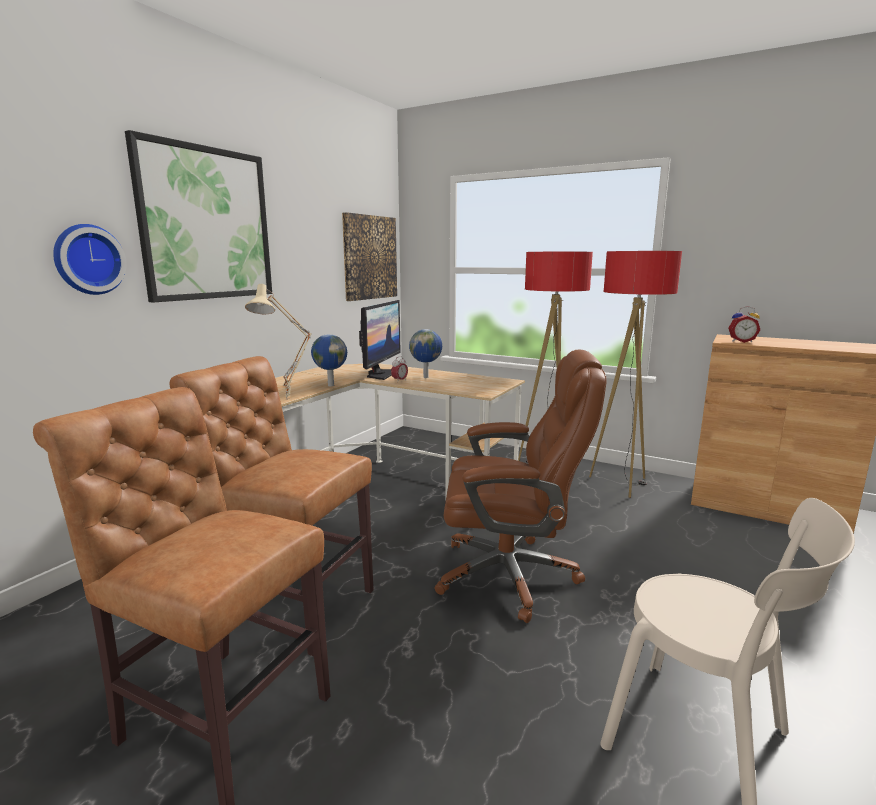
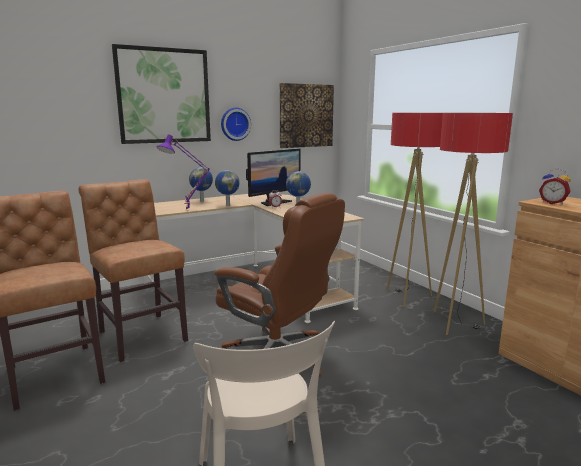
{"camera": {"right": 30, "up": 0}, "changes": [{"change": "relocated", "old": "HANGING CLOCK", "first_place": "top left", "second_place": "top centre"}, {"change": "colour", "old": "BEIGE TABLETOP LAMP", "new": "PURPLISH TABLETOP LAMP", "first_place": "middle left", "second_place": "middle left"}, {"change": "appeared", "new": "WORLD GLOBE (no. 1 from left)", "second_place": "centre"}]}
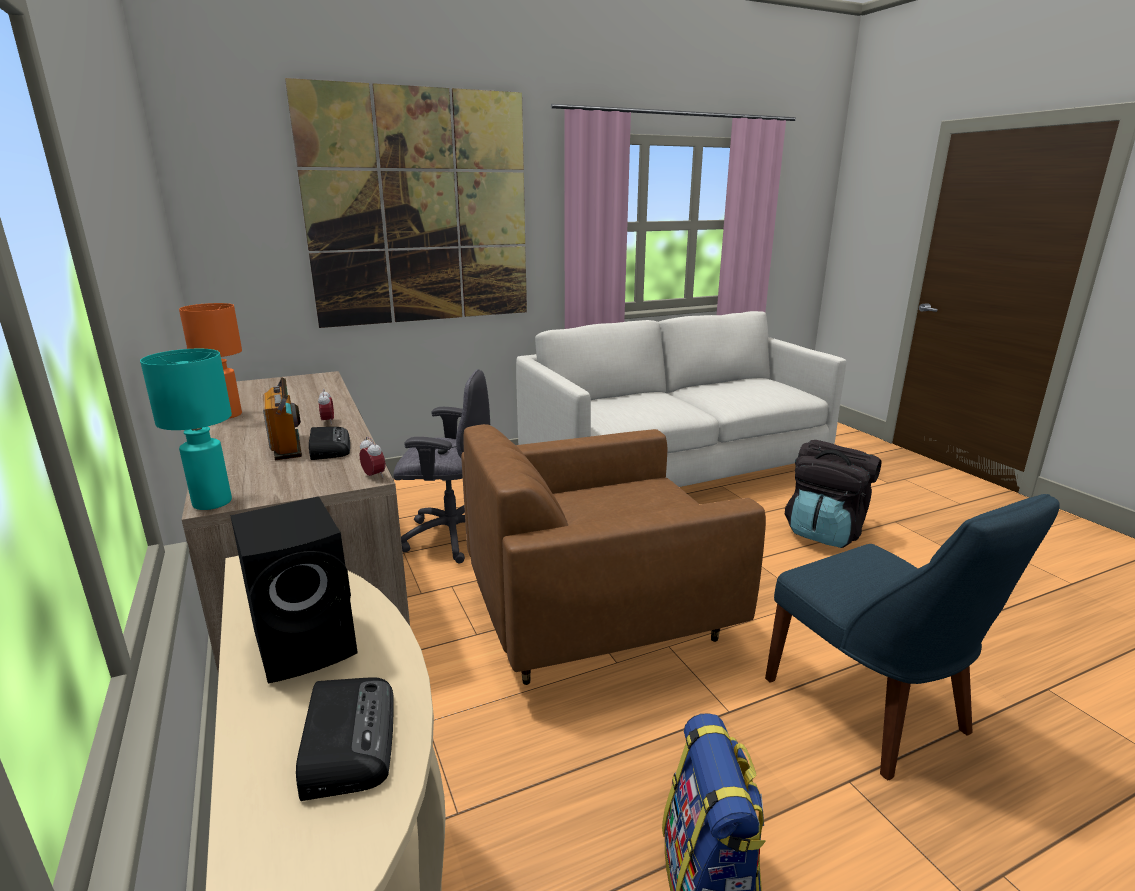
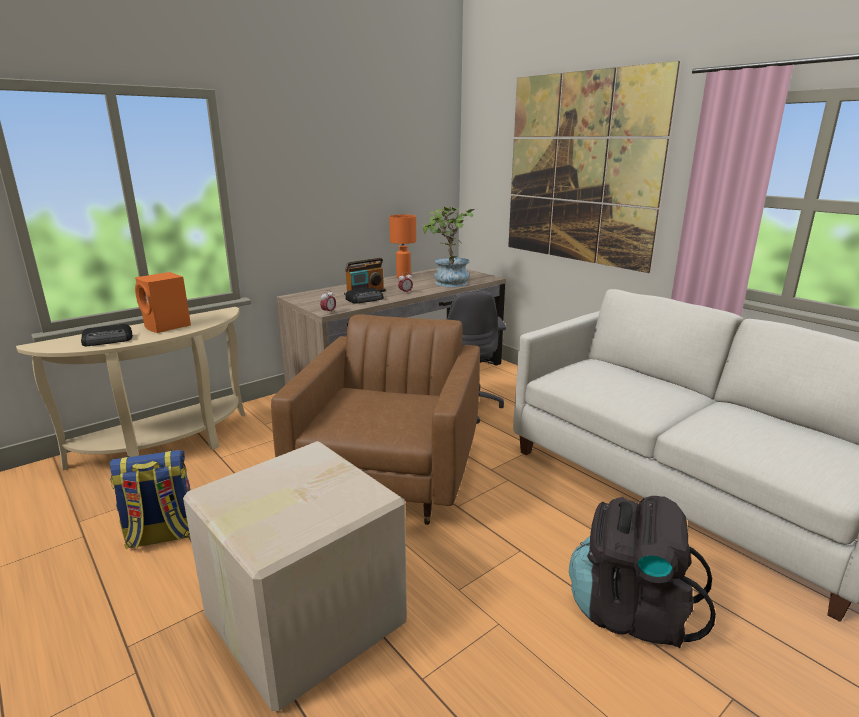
{"camera": {"right": 75, "up": 0}, "changes": [{"change": "missing", "old": "BLUE-GREEN TABLETOP LAMP", "first_place": "middle left"}, {"change": "spun", "old": "BROWN-COLOURED ARMCHAIR", "first_place": "centre", "second_place": "centre", "degrees": 45}, {"change": "exchanged", "old": "BLUISH PLAIN CHAIR", "new": "CARDBOARD BOX", "first_place": "bottom right", "second_place": "bottom centre"}, {"change": "colour", "old": "BLACK-COLOURED LOUDSPEAKER", "new": "ORANGE LOUDSPEAKER", "first_place": "middle left", "second_place": "middle left"}, {"change": "appeared", "new": "HOUSEPLANT", "second_place": "centre"}]}
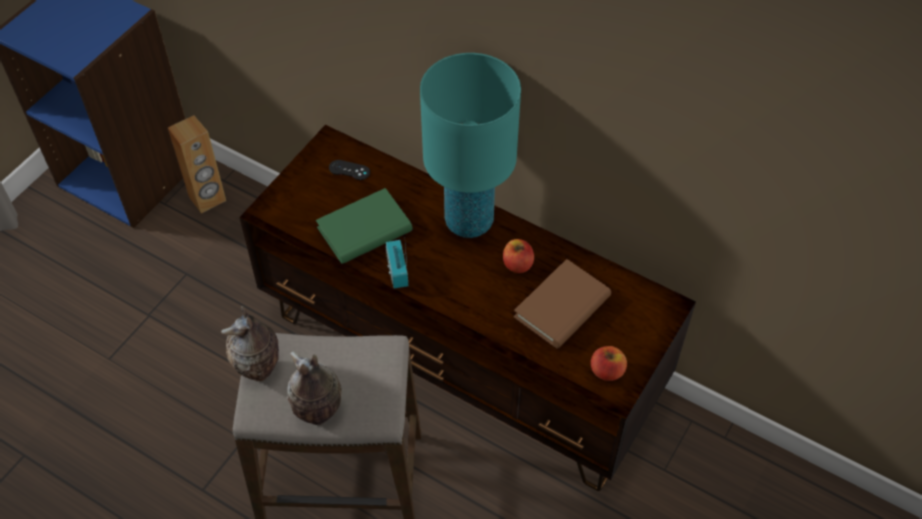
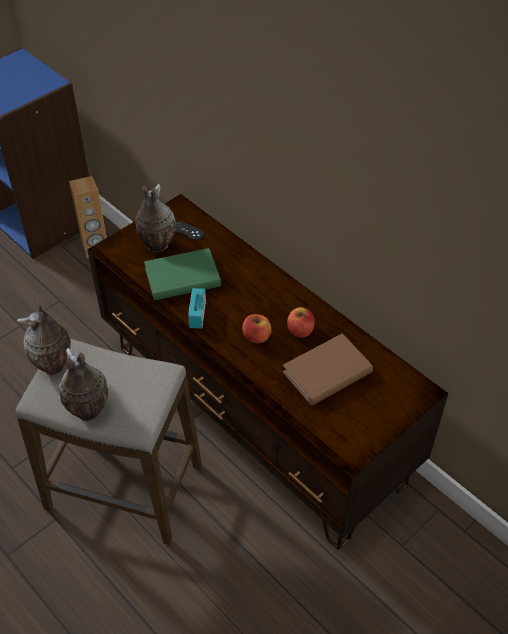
{"camera": {"right": 15, "up": -5}, "changes": [{"change": "missing", "old": "BLUE-GREEN TABLETOP LAMP", "first_place": "top centre"}, {"change": "relocated", "old": "WHOLE APPLE (no. 2 from left in the first image)", "new": "WHOLE APPLE (no. 1 from left)", "first_place": "bottom centre", "second_place": "centre"}, {"change": "appeared", "new": "FLOWER VASE (no. 3 from left)", "second_place": "middle left"}]}
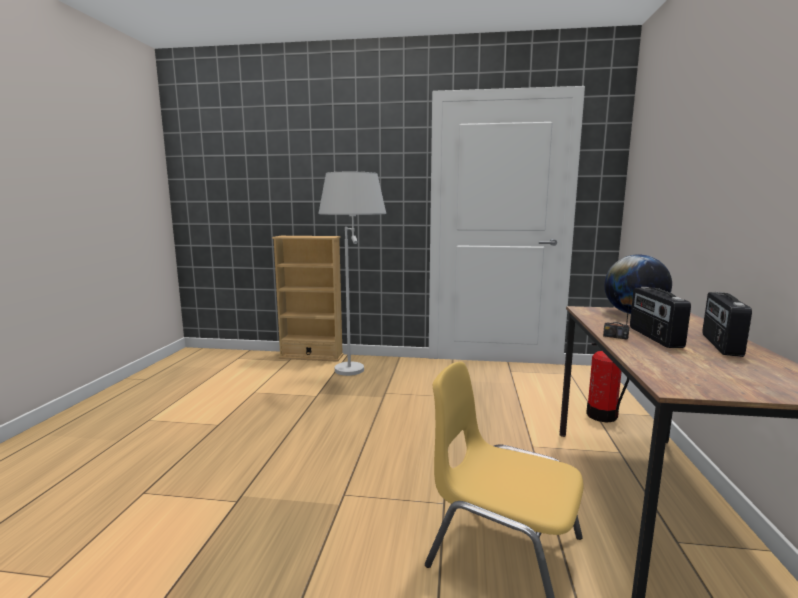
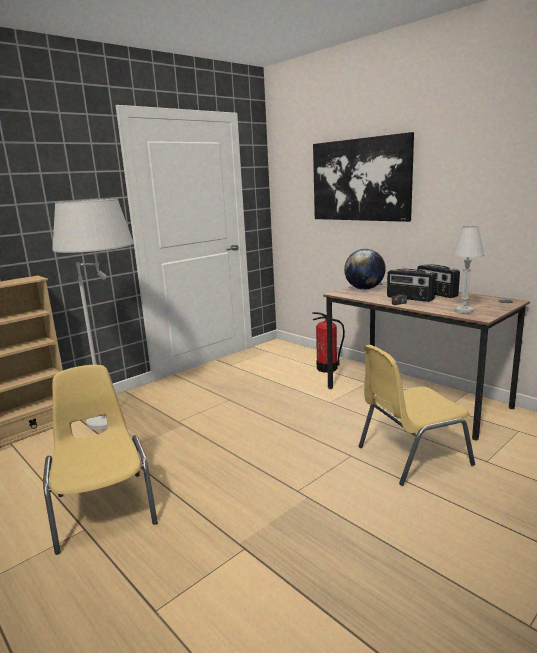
{"camera": {"right": -50, "up": 5}, "changes": [{"change": "appeared", "new": "WALL ART", "second_place": "top right"}, {"change": "appeared", "new": "WHITISH TABLETOP LAMP", "second_place": "middle right"}, {"change": "appeared", "new": "YELLOW-COLOURED PLAIN CHAIR (no. 1 from left)", "second_place": "bottom left"}]}
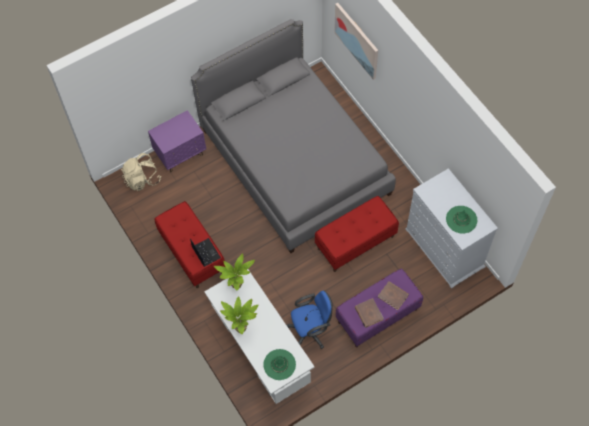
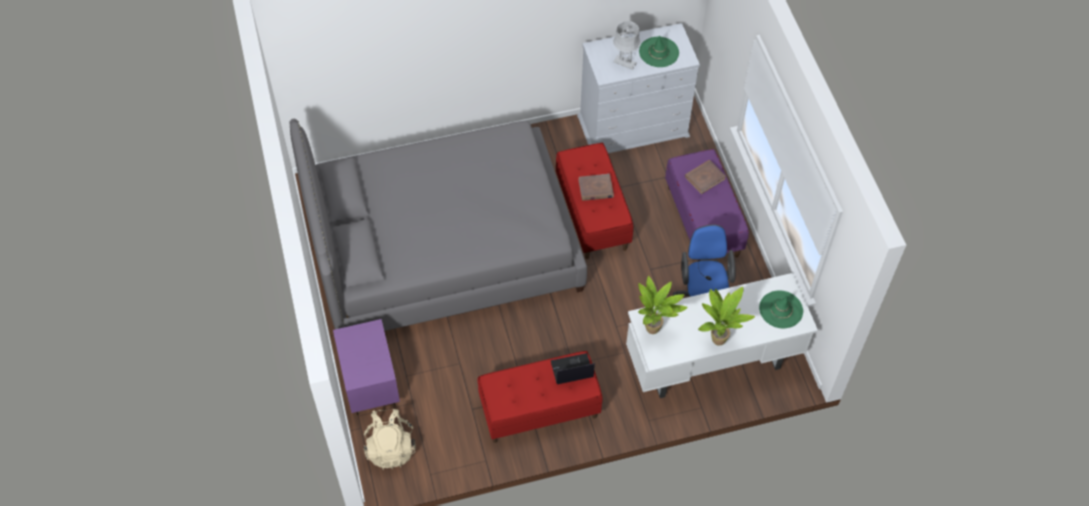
{"camera": {"right": -75, "up": -5}, "changes": [{"change": "missing", "old": "WALL ART", "first_place": "top centre"}, {"change": "relocated", "old": "BROWN-COLOURED BOOK (no. 1 from left)", "first_place": "bottom centre", "second_place": "centre"}, {"change": "appeared", "new": "GREYISH TABLETOP LAMP", "second_place": "top centre"}]}
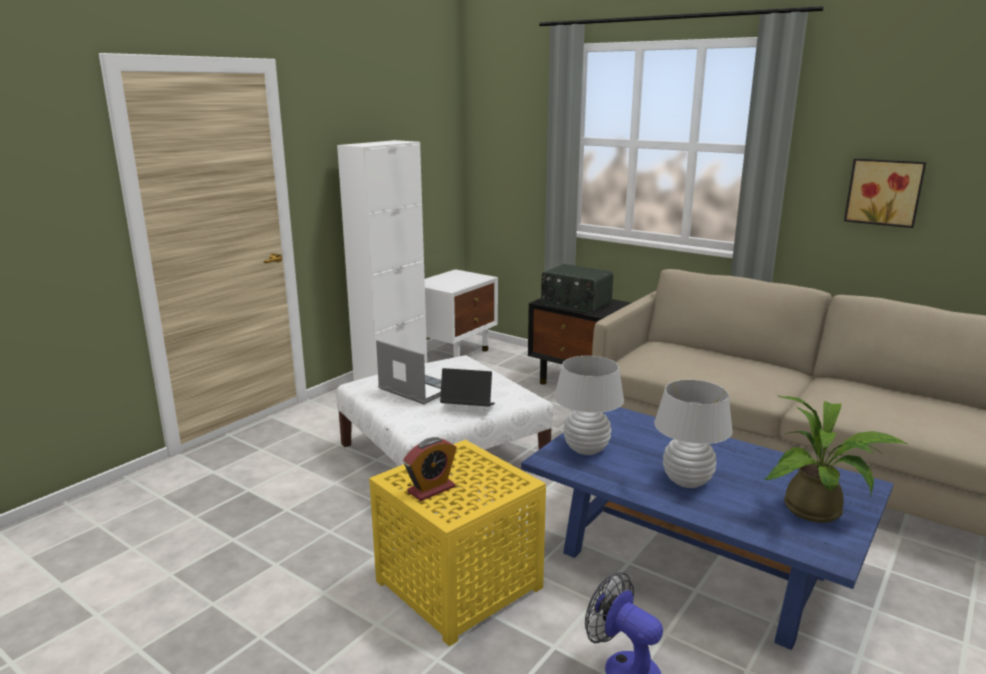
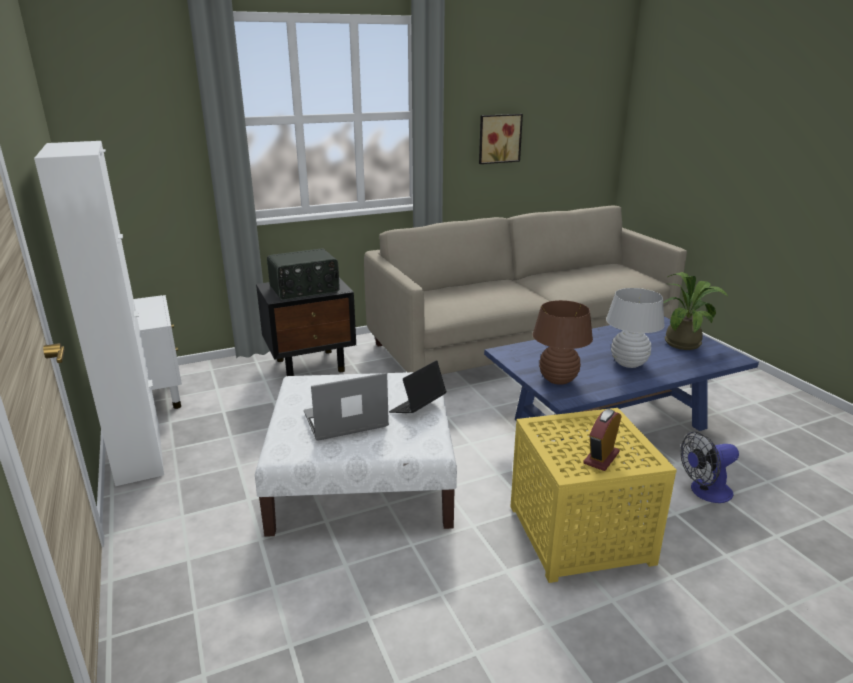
{"camera": {"right": -60, "up": 5}, "changes": [{"change": "colour", "old": "WHITISH TABLETOP LAMP (no. 1 from left)", "new": "BROWN-COLOURED TABLETOP LAMP", "first_place": "centre", "second_place": "centre"}, {"change": "spun", "old": "TABLE CLOCK", "first_place": "bottom centre", "second_place": "middle right", "degrees": -135}]}
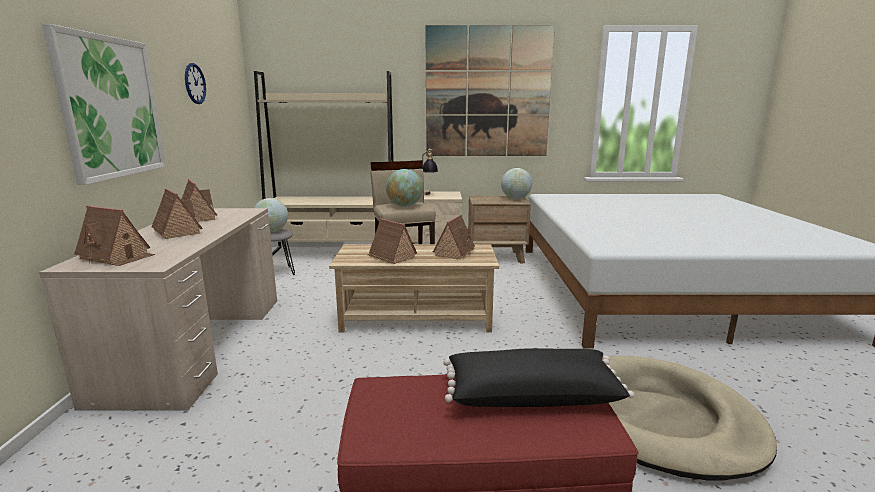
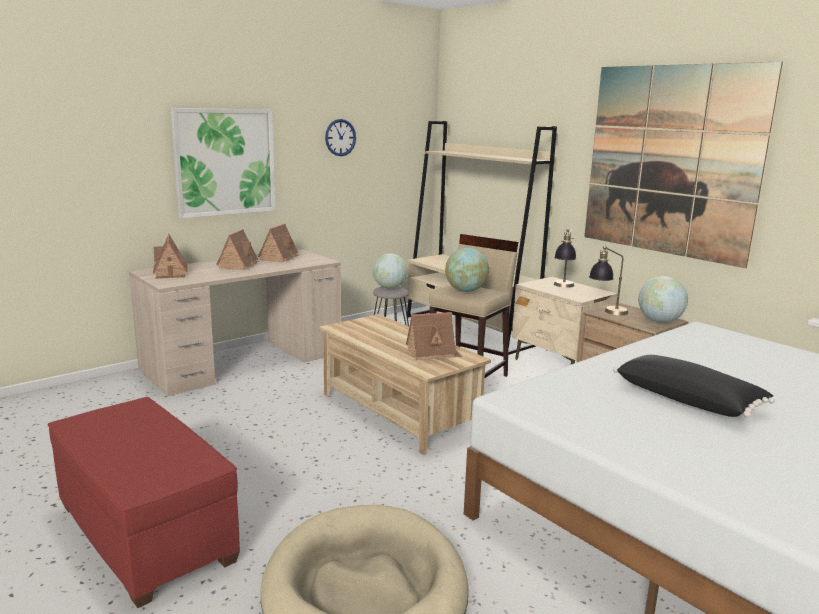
{"camera": {"right": 50, "up": 0}, "changes": [{"change": "missing", "old": "TOY HOUSE (no. 4 from left)", "first_place": "centre"}, {"change": "relocated", "old": "BLACK-COLOURED PILLOW", "first_place": "bottom centre", "second_place": "middle right"}, {"change": "appeared", "new": "TABLETOP LAMP (no. 2 from left)", "second_place": "middle right"}]}
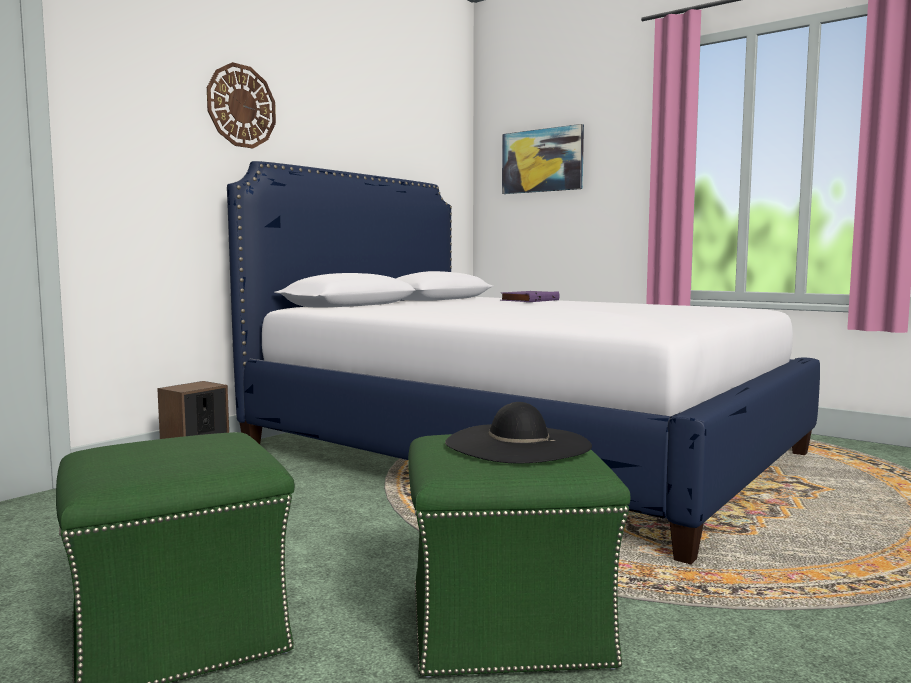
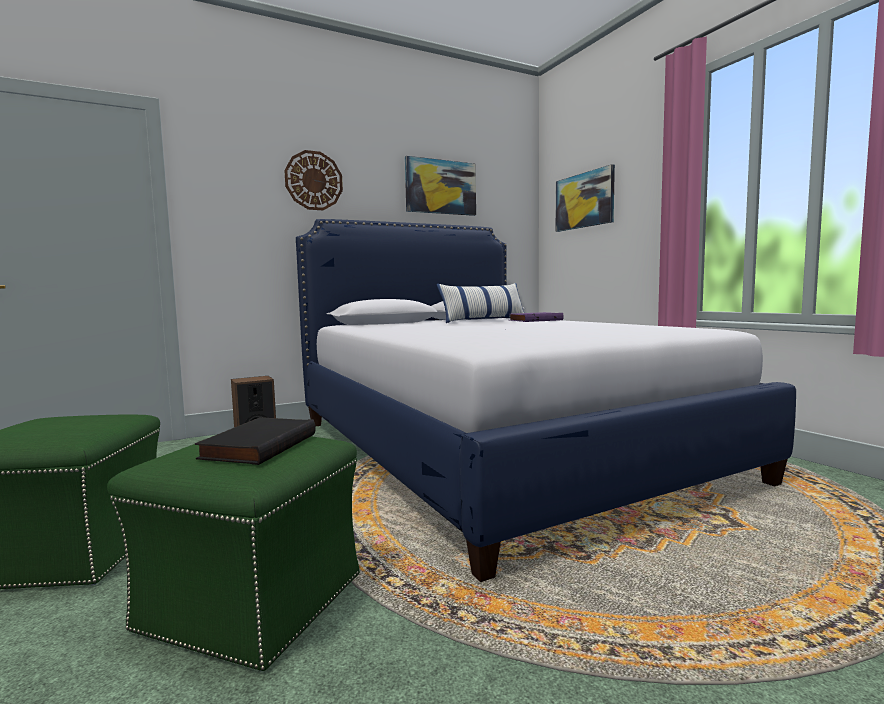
{"camera": {"right": 25, "up": 0}, "changes": [{"change": "exchanged", "old": "BLACK-COLOURED WEARABLE HAT", "new": "BLACK-COLOURED BOOK", "first_place": "centre", "second_place": "middle left"}, {"change": "appeared", "new": "WALL ART (no. 1 from left)", "second_place": "top centre"}, {"change": "appeared", "new": "PILLOW", "second_place": "centre"}]}
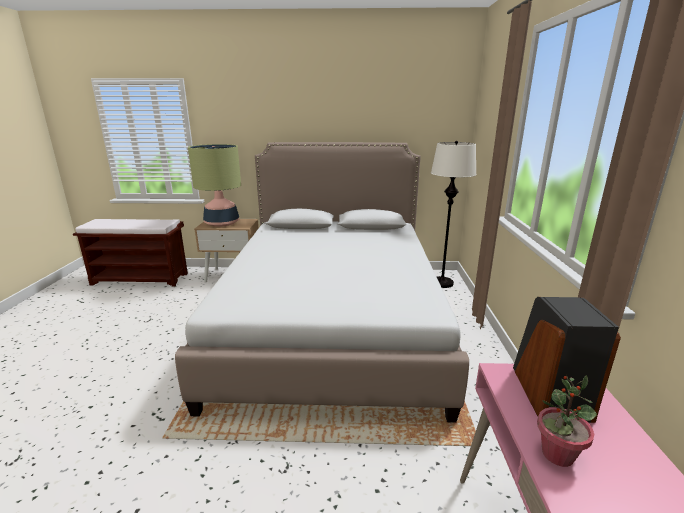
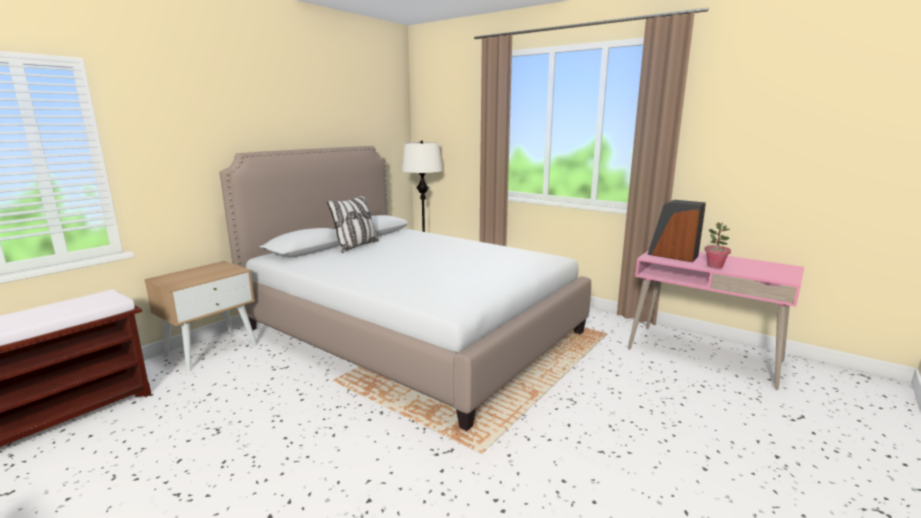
{"camera": {"right": -55, "up": -5}, "changes": [{"change": "missing", "old": "TABLETOP LAMP", "first_place": "middle left"}, {"change": "appeared", "new": "PILLOW", "second_place": "centre"}]}
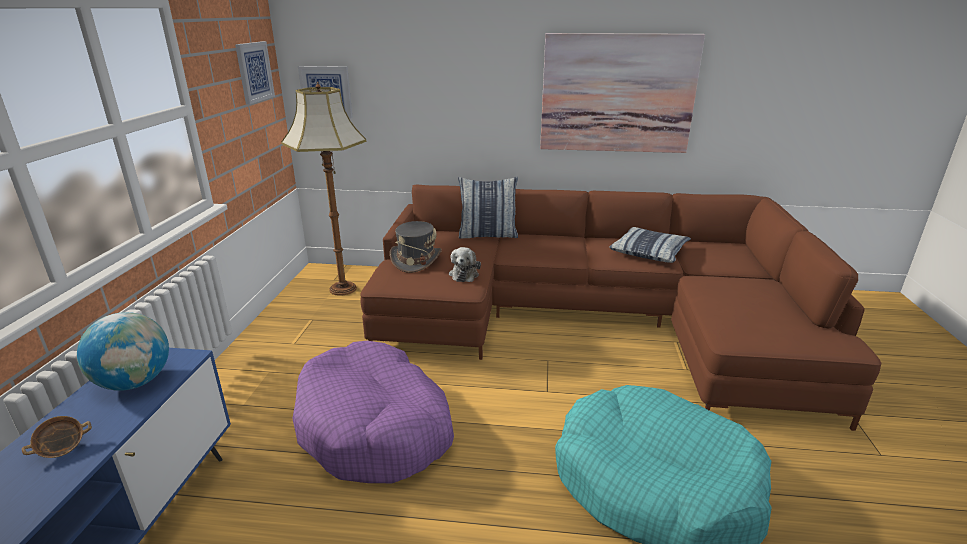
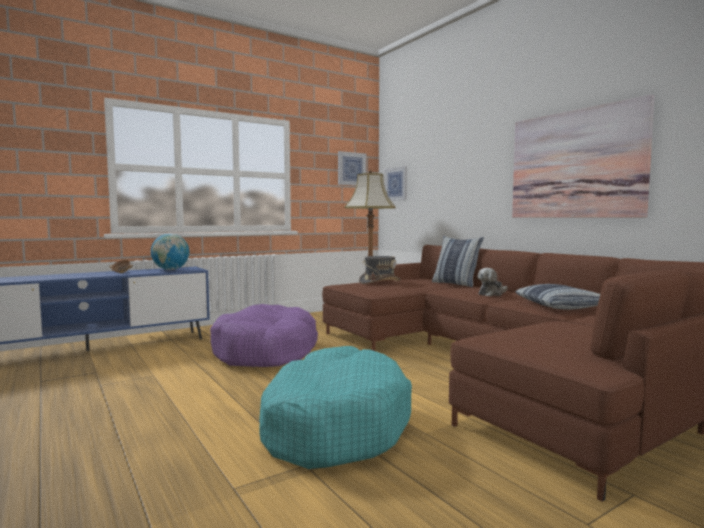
{"camera": {"right": 50, "up": -20}, "changes": [{"change": "relocated", "old": "SOFT TOY", "first_place": "centre", "second_place": "middle right"}]}
